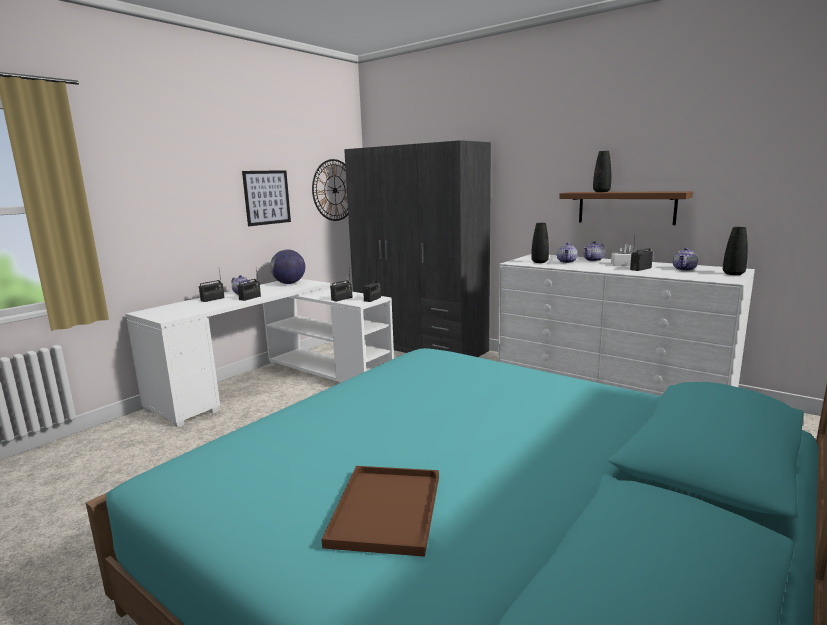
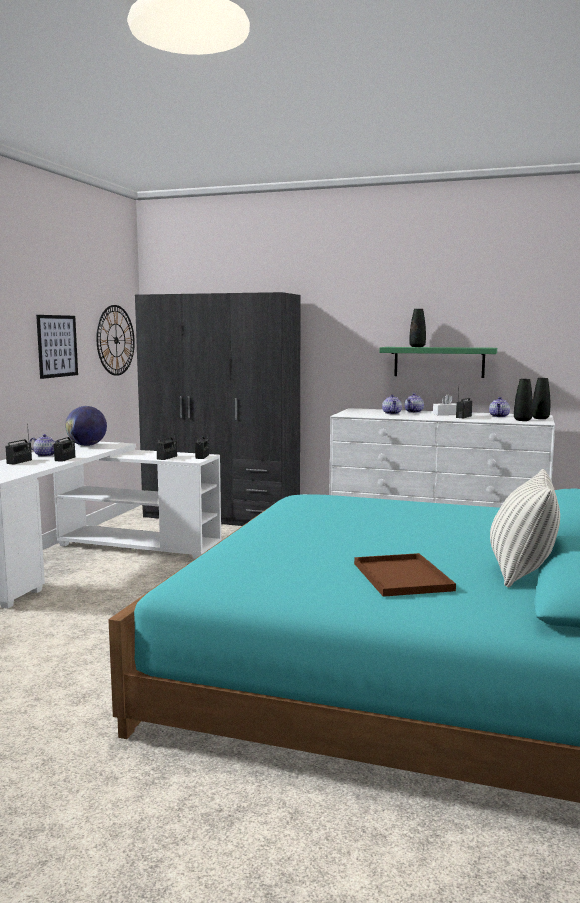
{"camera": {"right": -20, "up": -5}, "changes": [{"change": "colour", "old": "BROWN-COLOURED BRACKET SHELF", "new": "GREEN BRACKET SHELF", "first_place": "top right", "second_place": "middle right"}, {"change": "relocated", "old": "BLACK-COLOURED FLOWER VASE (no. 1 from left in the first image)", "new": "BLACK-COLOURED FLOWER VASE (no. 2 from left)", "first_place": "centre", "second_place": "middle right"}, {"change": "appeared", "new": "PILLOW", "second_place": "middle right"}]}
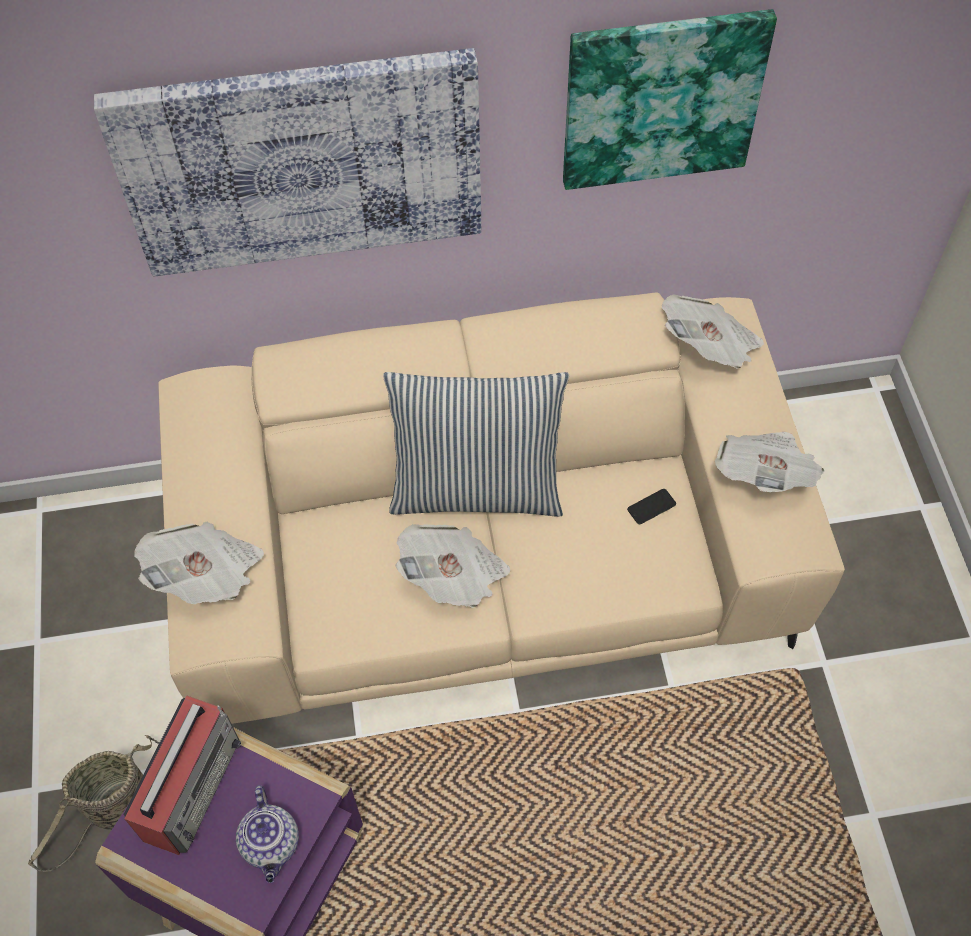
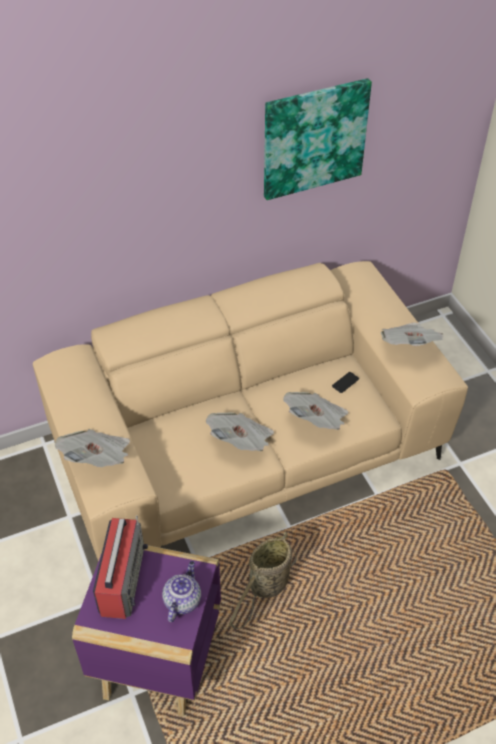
{"camera": {"right": -15, "up": -10}, "changes": [{"change": "missing", "old": "WALL ART (no. 1 from left)", "first_place": "top left"}, {"change": "relocated", "old": "NEWSPAPER (no. 3 from left)", "first_place": "middle right", "second_place": "centre"}, {"change": "missing", "old": "PILLOW", "first_place": "centre"}, {"change": "relocated", "old": "HOUSEHOLD BASKET", "first_place": "bottom left", "second_place": "bottom centre"}, {"change": "spun", "old": "TEA POT", "first_place": "bottom left", "second_place": "bottom centre", "degrees": -135}]}
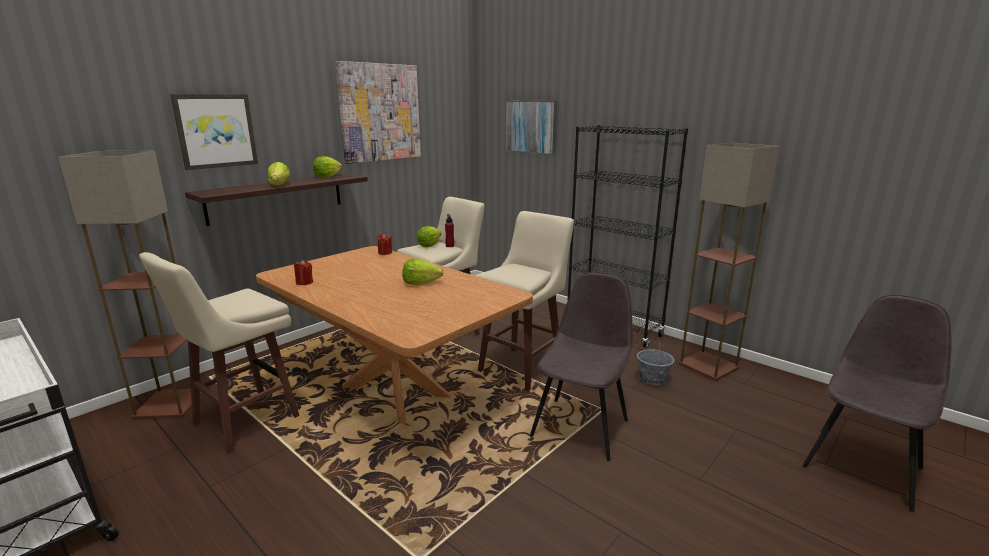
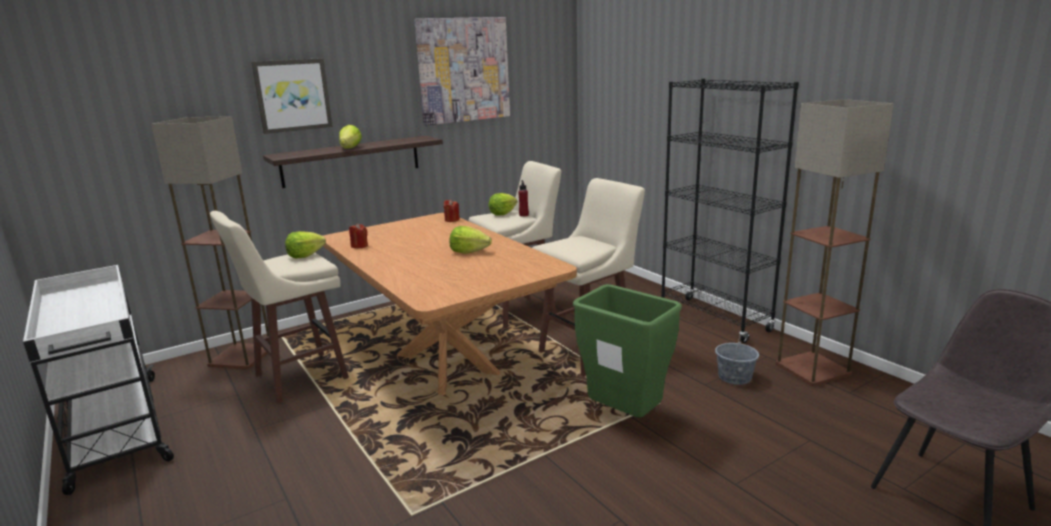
{"camera": {"right": 15, "up": 0}, "changes": [{"change": "missing", "old": "WALL ART (no. 3 from left)", "first_place": "top centre"}, {"change": "relocated", "old": "HEAD OF LETTUCE (no. 2 from left in the first image)", "new": "HEAD OF LETTUCE (no. 1 from left)", "first_place": "top left", "second_place": "middle left"}, {"change": "exchanged", "old": "GREYISH PLAIN CHAIR (no. 1 from left)", "new": "GREEN WASTE BIN", "first_place": "centre", "second_place": "centre"}]}
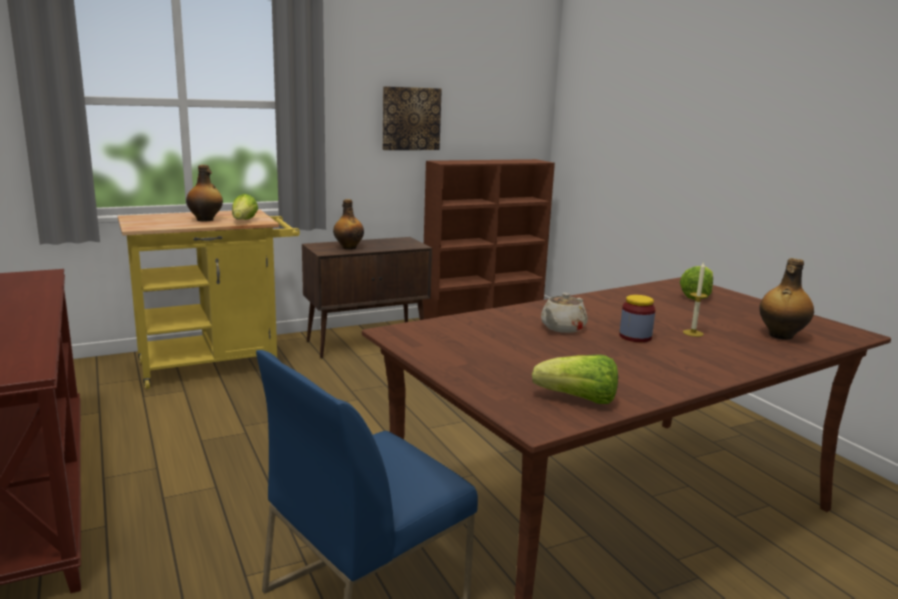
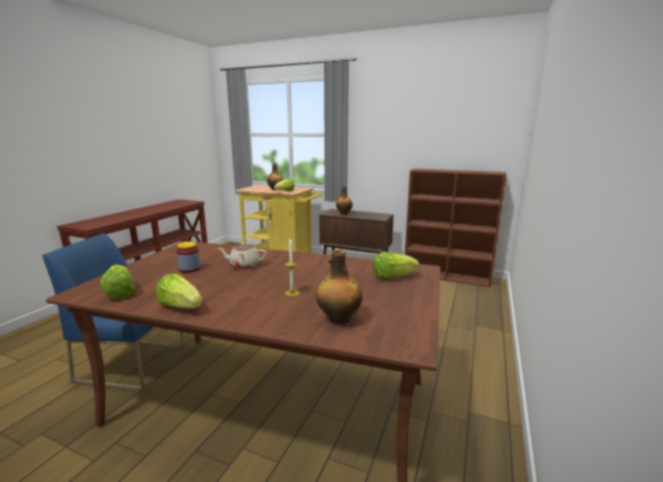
{"camera": {"right": 50, "up": 0}, "changes": [{"change": "missing", "old": "WALL ART", "first_place": "top centre"}, {"change": "relocated", "old": "PRESERVE JAR", "first_place": "middle right", "second_place": "middle left"}, {"change": "appeared", "new": "HEAD OF LETTUCE (no. 2 from left)", "second_place": "middle left"}]}
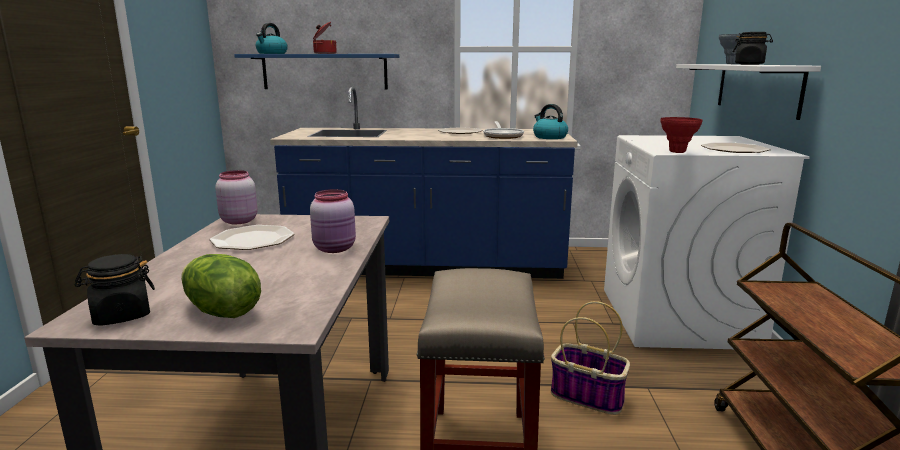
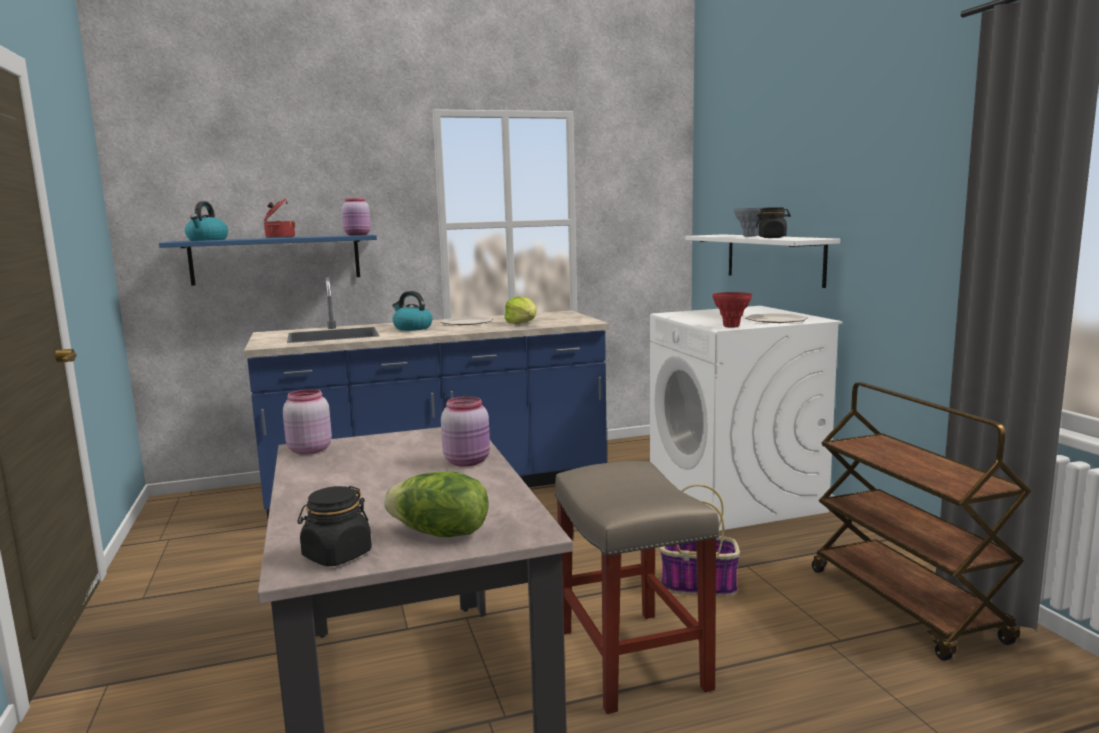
{"camera": {"right": -20, "up": -5}, "changes": [{"change": "relocated", "old": "TEA KETTLE (no. 2 from left)", "first_place": "top centre", "second_place": "centre"}, {"change": "exchanged", "old": "PAN", "new": "HEAD OF LETTUCE (no. 2 from left)", "first_place": "top centre", "second_place": "centre"}, {"change": "missing", "old": "DINNER PLATE (no. 1 from left)", "first_place": "middle left"}, {"change": "appeared", "new": "PINKISH PRESERVE JAR (no. 2 from left)", "second_place": "top left"}]}
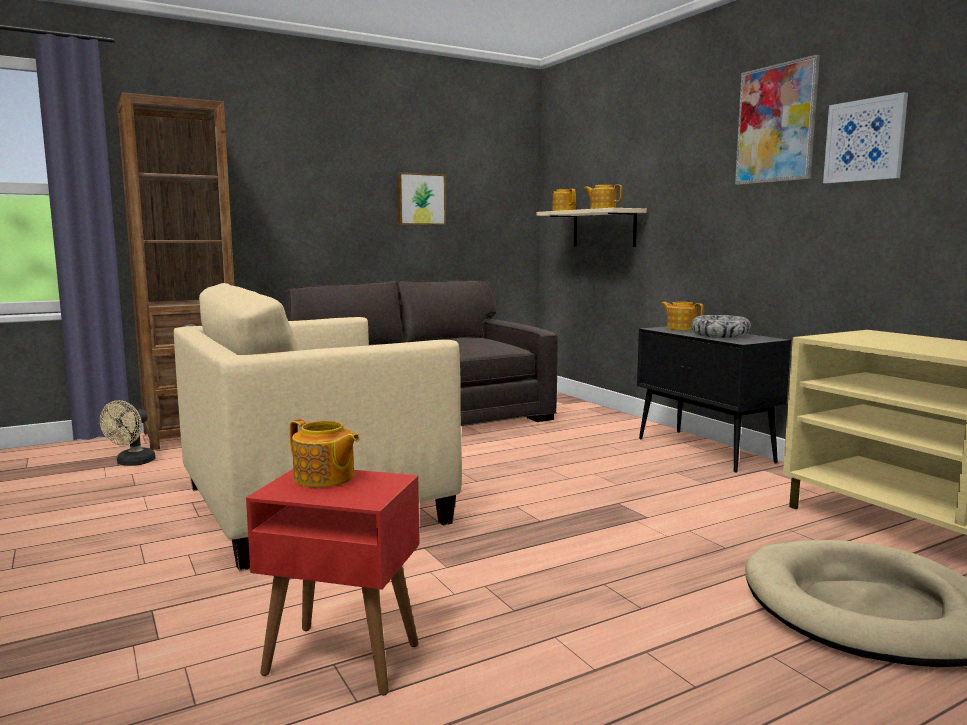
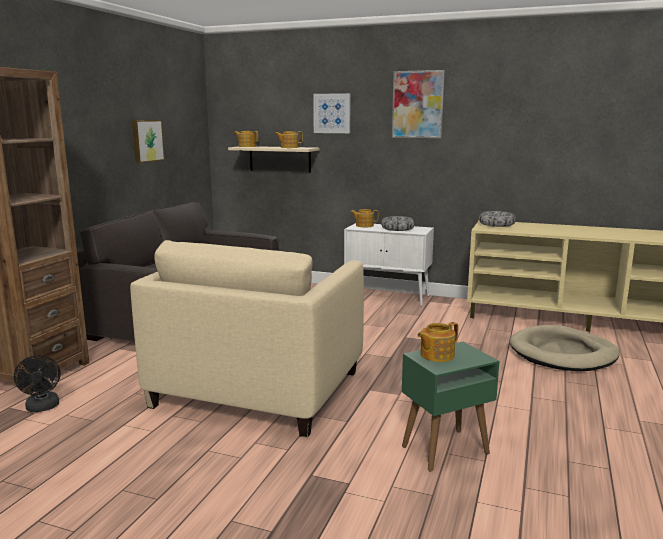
{"camera": {"right": -40, "up": 5}, "changes": [{"change": "relocated", "old": "WALL ART (no. 3 from left in the first image)", "new": "WALL ART (no. 2 from left)", "first_place": "top right", "second_place": "top centre"}, {"change": "colour", "old": "BLACK-COLOURED CABINET", "new": "WHITISH CABINET", "first_place": "middle right", "second_place": "centre"}, {"change": "colour", "old": "BEIGE ELECTRIC FAN", "new": "BLACK-COLOURED ELECTRIC FAN", "first_place": "middle left", "second_place": "bottom left"}, {"change": "spun", "old": "TEA POT (no. 1 from left in the first image)", "first_place": "centre", "second_place": "centre", "degrees": 150}, {"change": "colour", "old": "RED ACCENT TABLE", "new": "GREEN ACCENT TABLE", "first_place": "bottom centre", "second_place": "bottom right"}, {"change": "appeared", "new": "DEEP DISH (no. 2 from left)", "second_place": "middle right"}]}
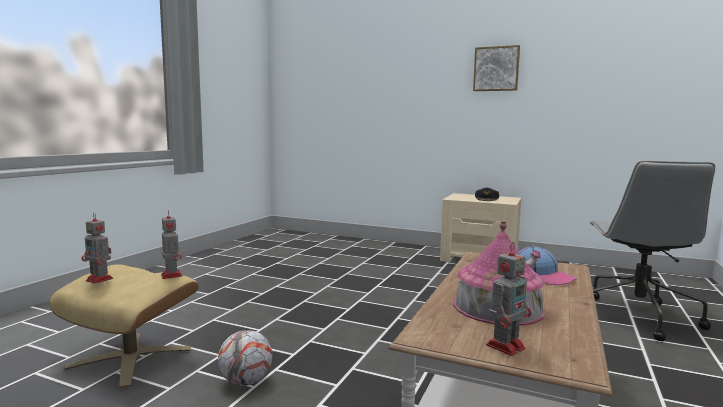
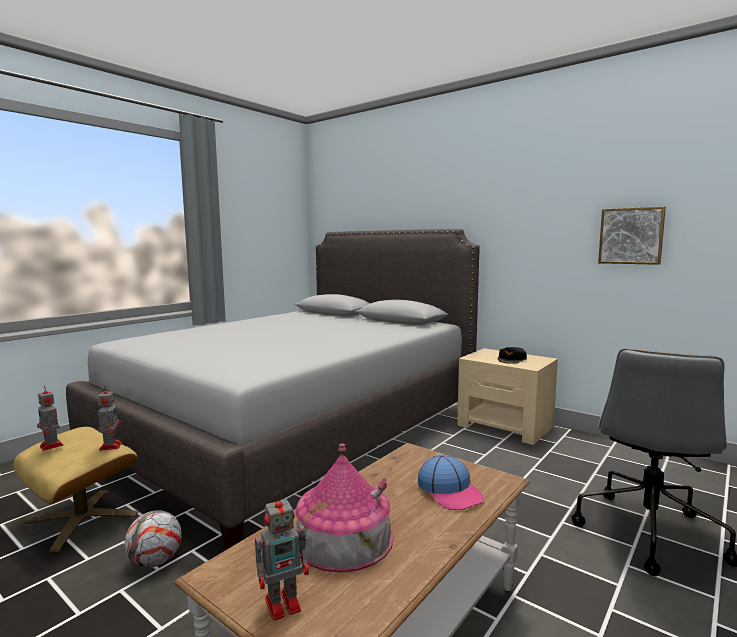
{"camera": {"right": 15, "up": 0}, "changes": [{"change": "relocated", "old": "WALL ART", "first_place": "top right", "second_place": "middle right"}, {"change": "appeared", "new": "GREYISH SLEEPING BED", "second_place": "centre"}]}
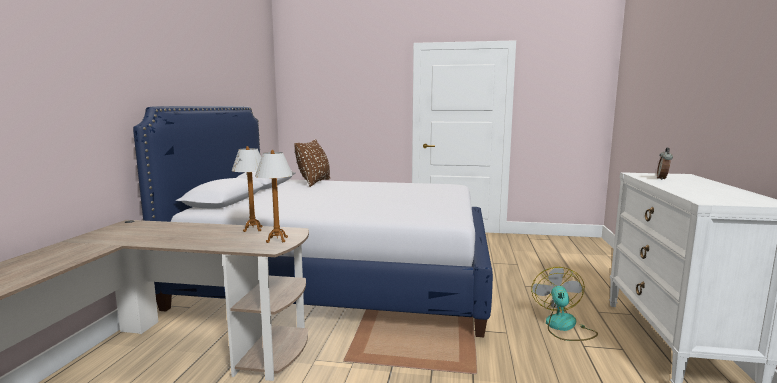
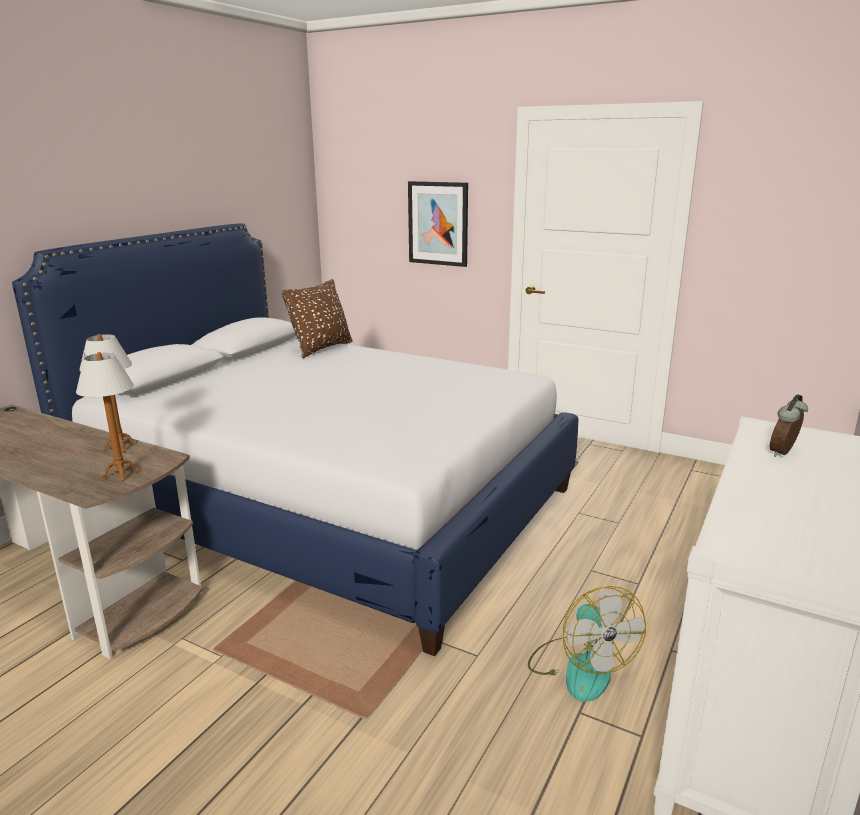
{"camera": {"right": 20, "up": 10}, "changes": [{"change": "spun", "old": "ELECTRIC FAN", "first_place": "bottom right", "second_place": "bottom right", "degrees": 135}, {"change": "appeared", "new": "WALL ART", "second_place": "top centre"}]}
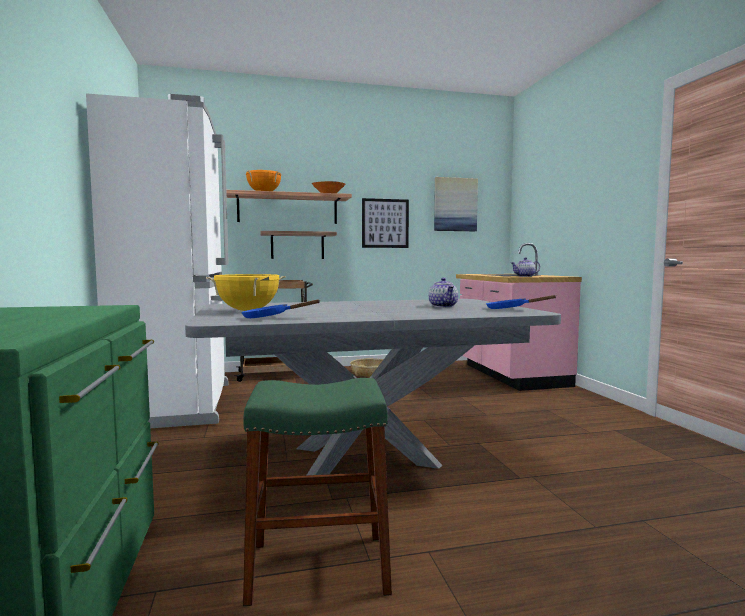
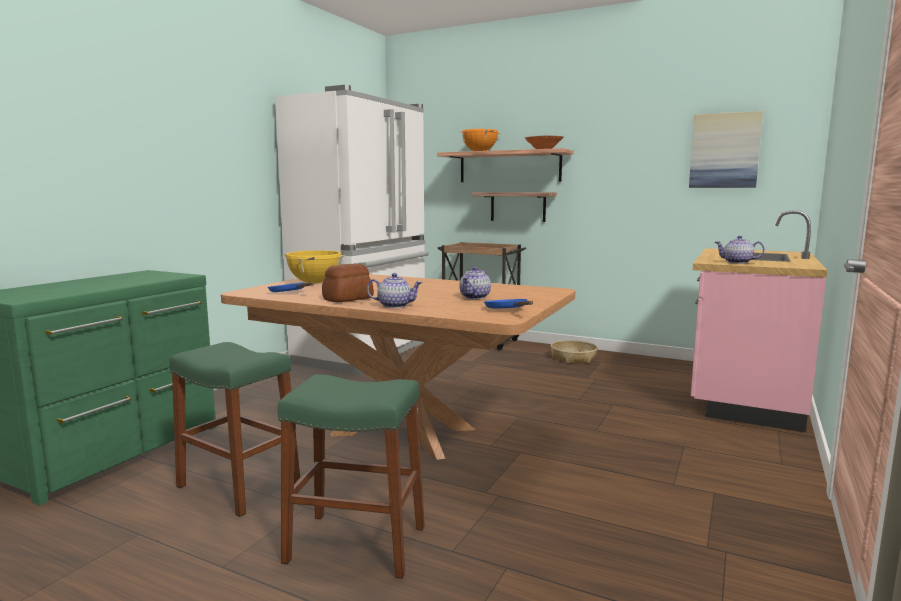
{"camera": {"right": 40, "up": 5}, "changes": [{"change": "missing", "old": "WALL ART (no. 1 from left)", "first_place": "centre"}, {"change": "colour", "old": "GREYISH DINNER TABLE", "new": "BROWN-COLOURED DINNER TABLE", "first_place": "centre", "second_place": "centre"}, {"change": "appeared", "new": "BAKERY BREAD", "second_place": "centre"}, {"change": "appeared", "new": "TEA POT (no. 1 from left)", "second_place": "centre"}, {"change": "appeared", "new": "GREEN STOOL (no. 2 from left)", "second_place": "bottom centre"}]}
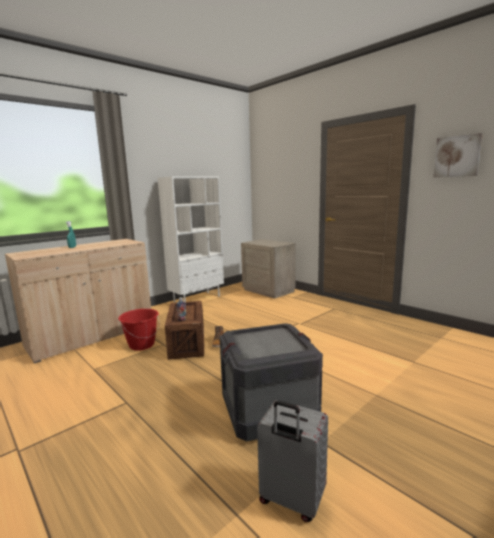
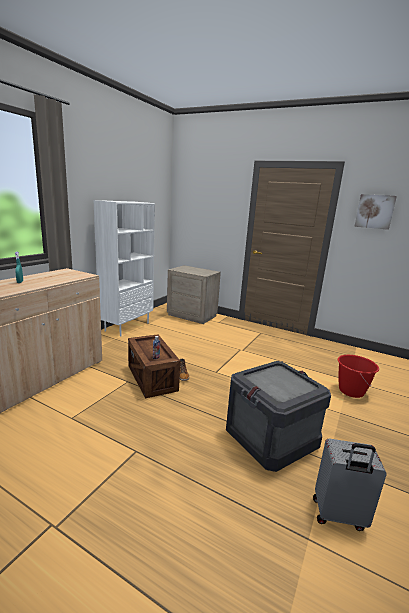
{"camera": {"right": -20, "up": 5}, "changes": [{"change": "relocated", "old": "RED WATER BUCKET", "first_place": "middle left", "second_place": "middle right"}]}
